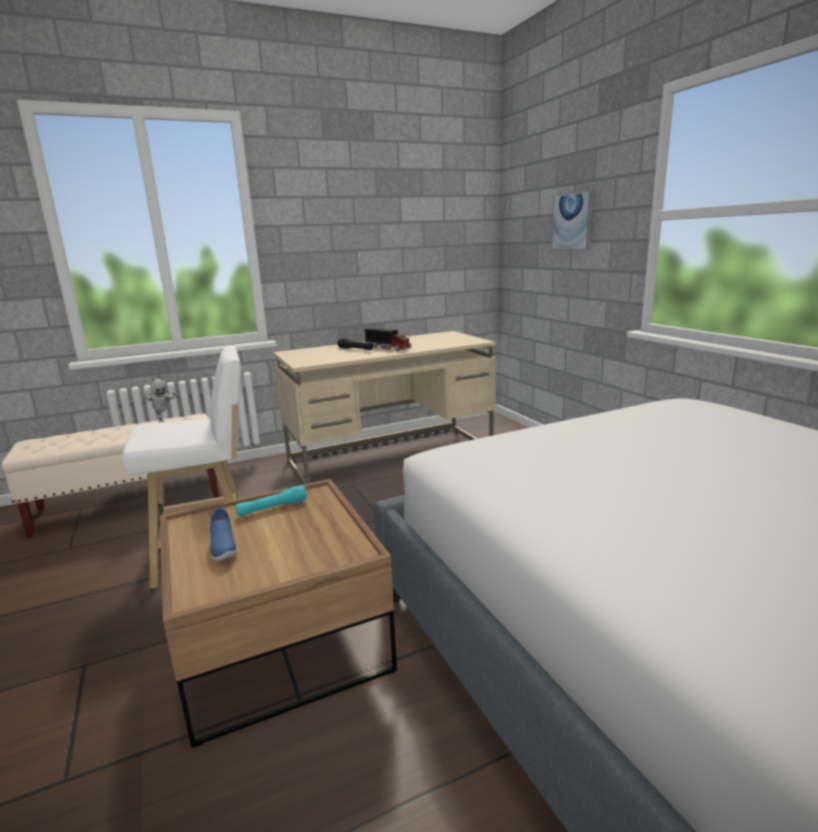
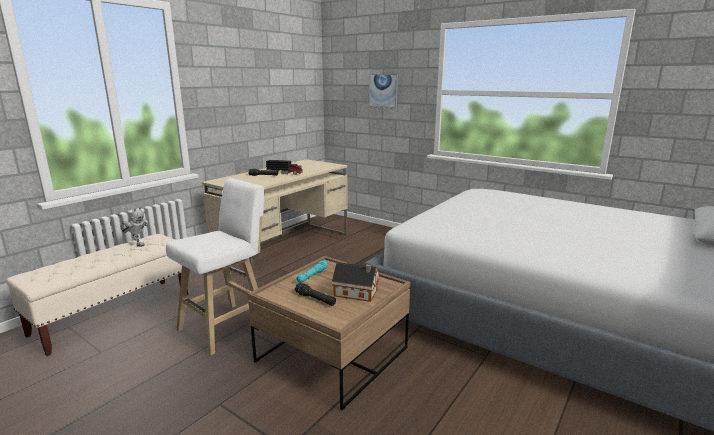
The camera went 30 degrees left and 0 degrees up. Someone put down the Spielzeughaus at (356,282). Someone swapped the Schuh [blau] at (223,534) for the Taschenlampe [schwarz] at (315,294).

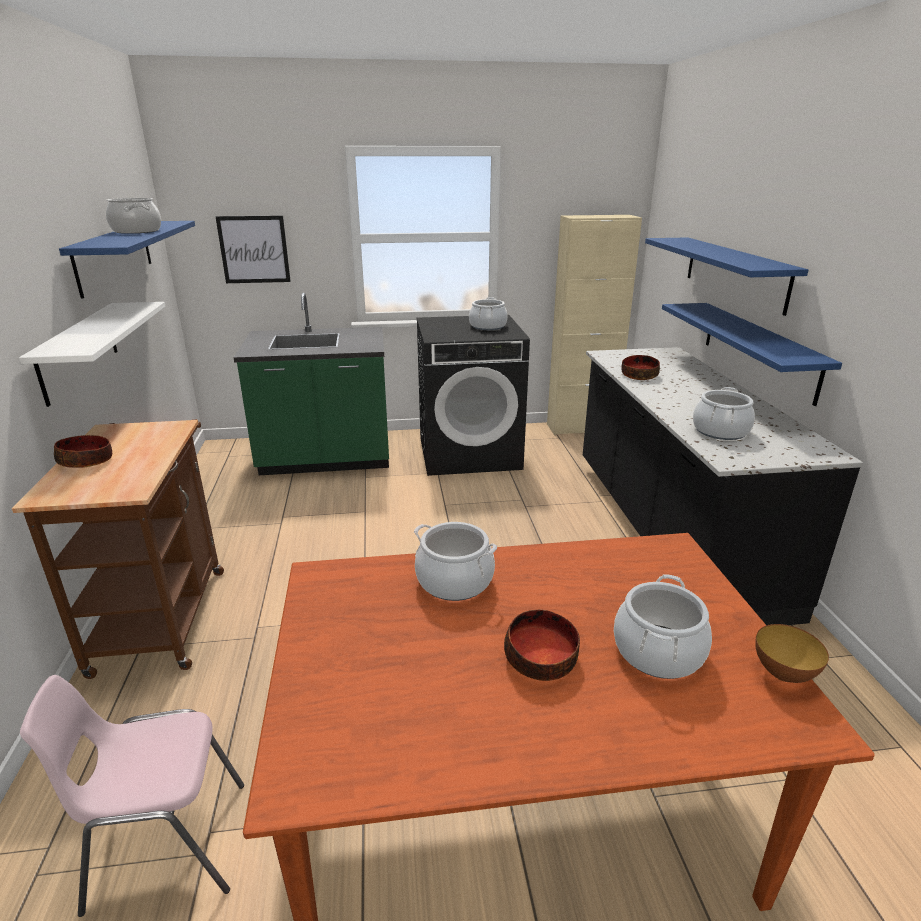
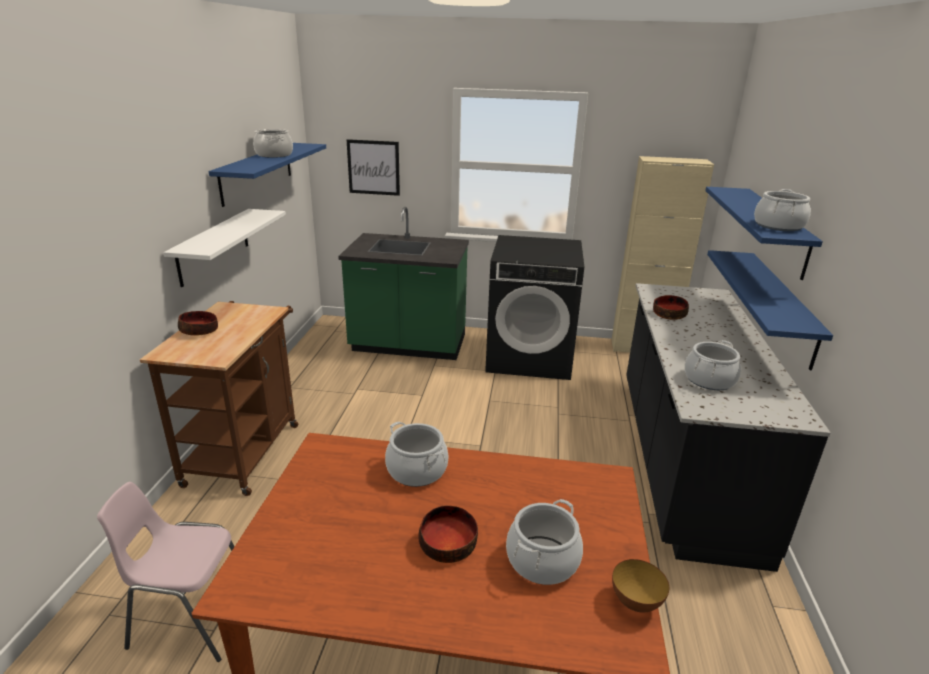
The camera went 15 degrees right and 0 degrees up. Someone carried the Kochtopf from (488,313) to (782,210).

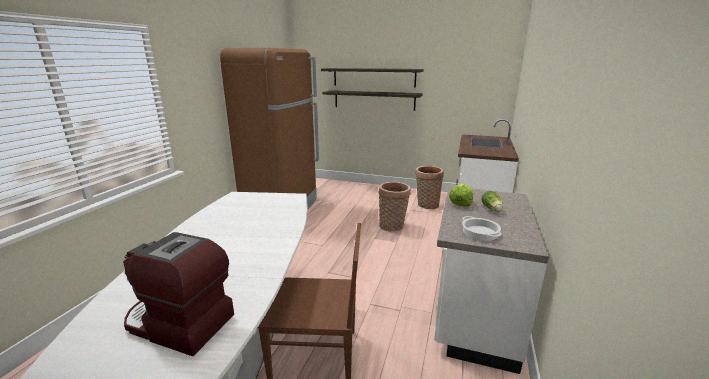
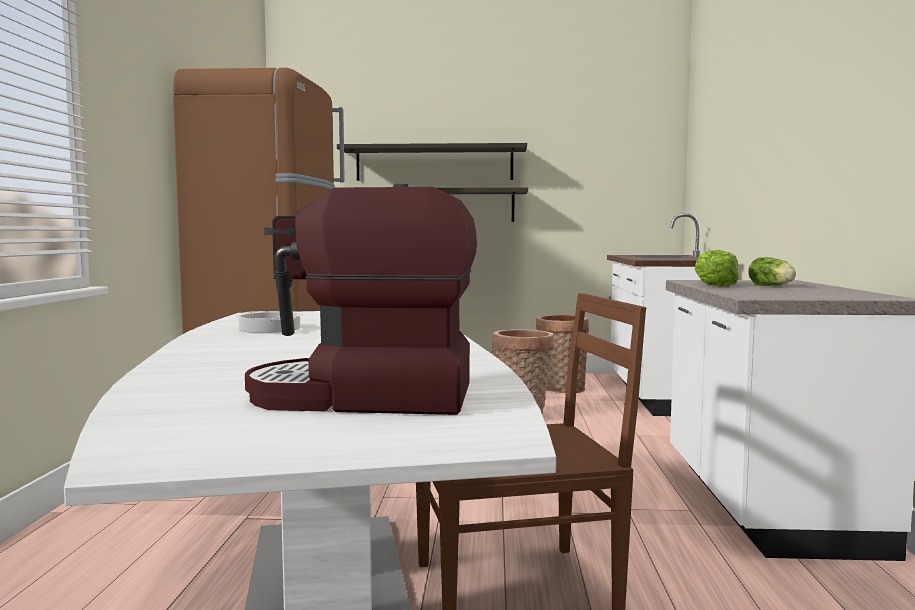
The camera went 15 degrees left and 15 degrees down. Someone carried the Kochtopf from (482,228) to (269,322).

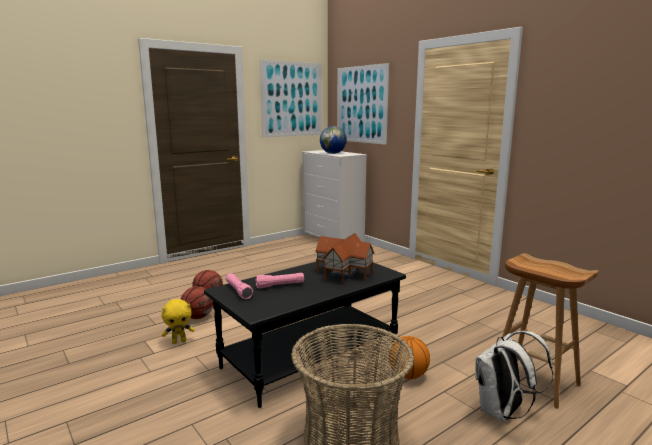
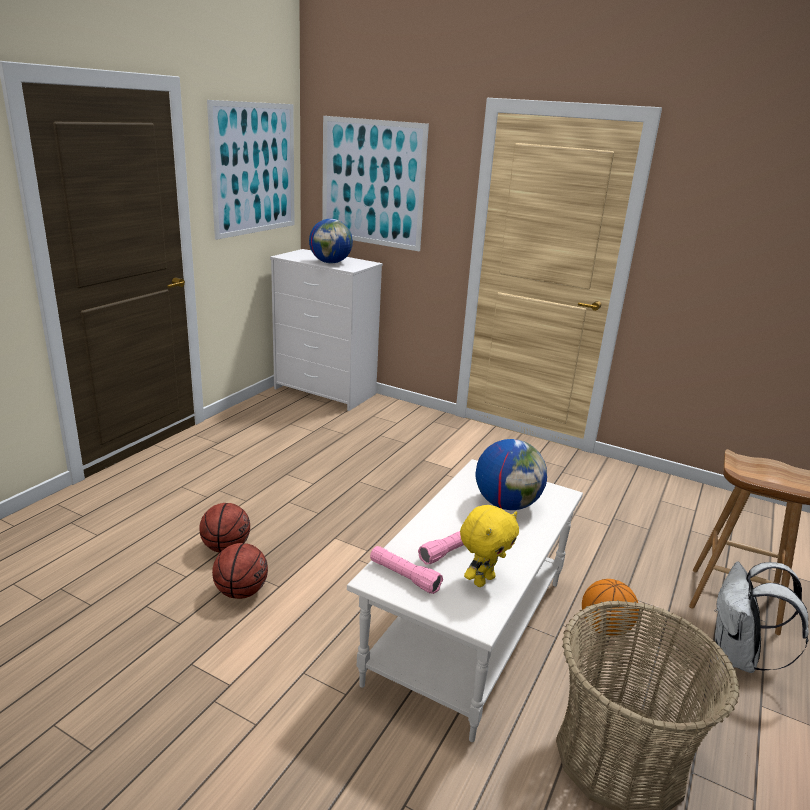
The camera went 25 degrees left and 10 degrees up. Someone carried the Plüschtier [gelb] from (178,321) to (489,546). Someone swapped the Spielzeughaus at (345,258) for the Globus at (511,474). Someone repainted the Couchtisch [schwarz] at (305,334), which became the Couchtisch [weiß] at (465,600).

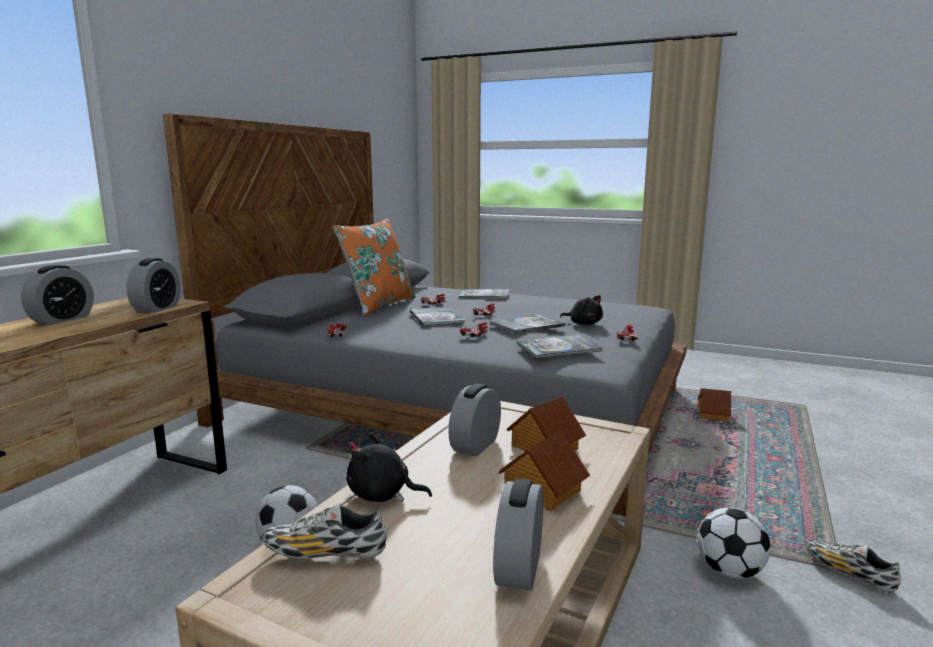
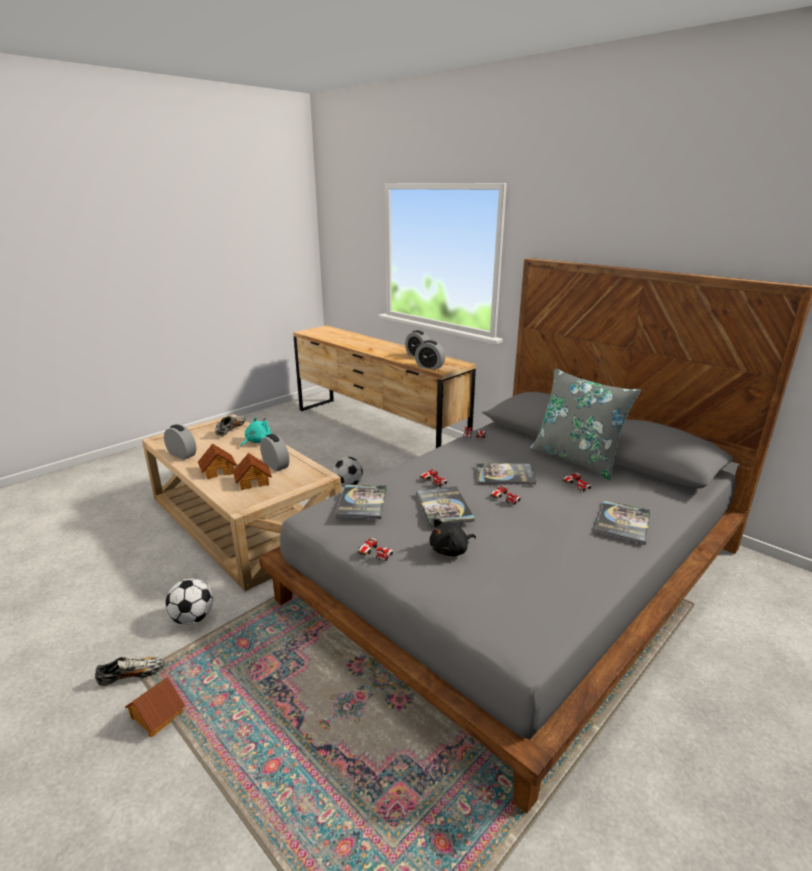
The camera went 110 degrees right and 10 degrees up. Someone carried the Spielzeughaus from (714,404) to (155,707). Someone repainted the Kissen [orange] at (374,267), which became the Kissen [grau] at (585,424). Someone repainted the Plüschtier [schwarz] at (389,467), which became the Plüschtier [türkis] at (255,432).

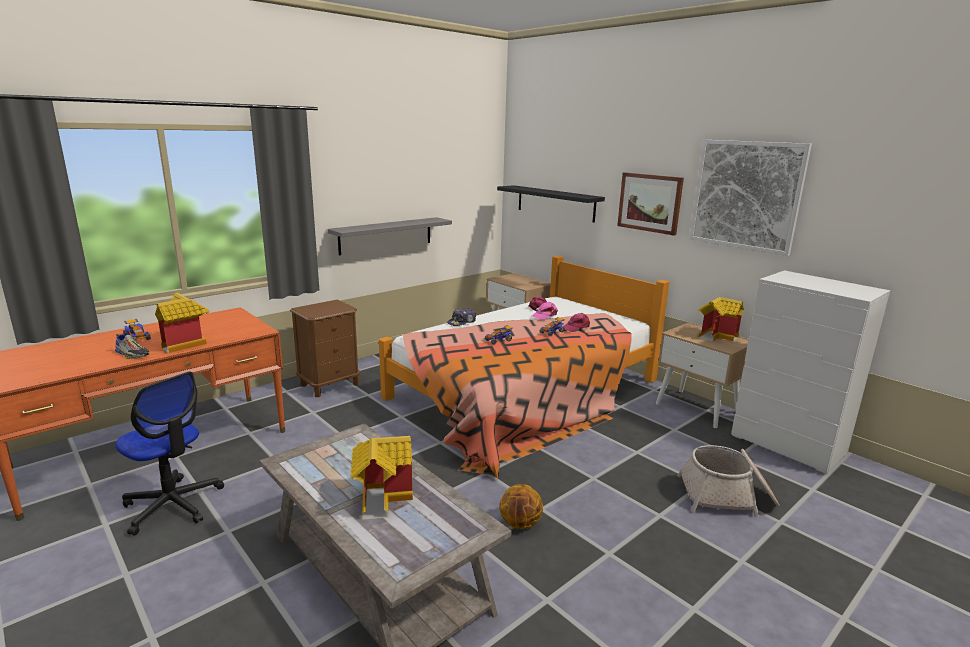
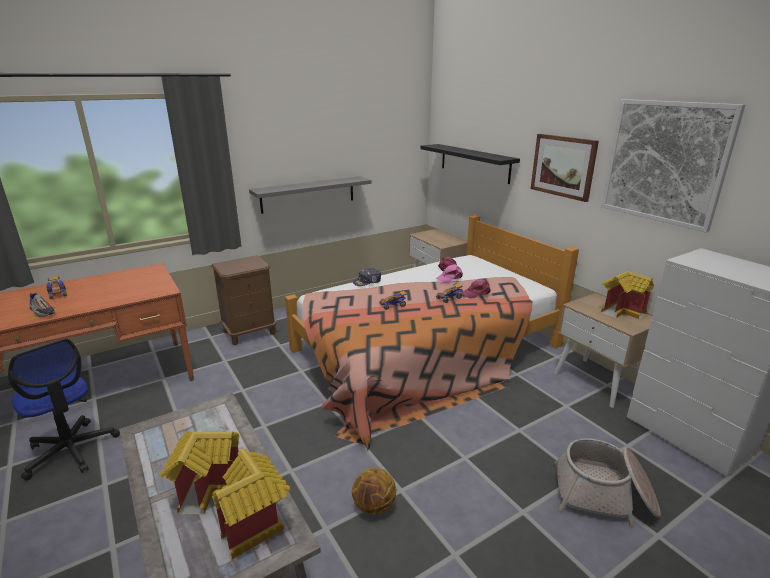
The camera went 10 degrees right and 5 degrees up. Someone carried the Spielzeughaus from (182,323) to (251,503).

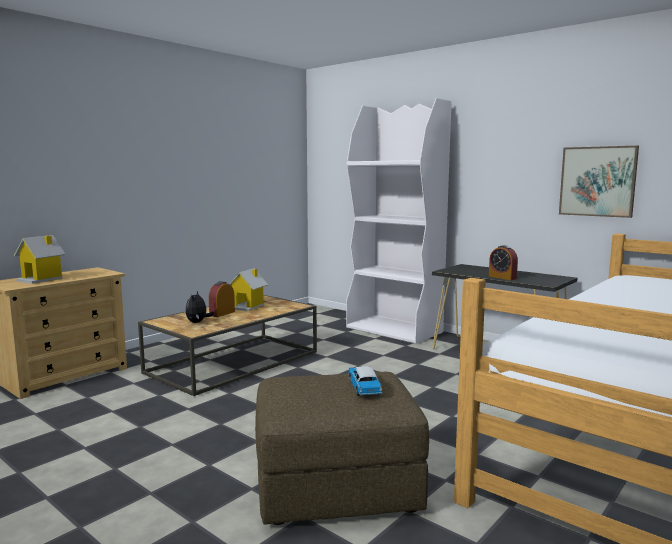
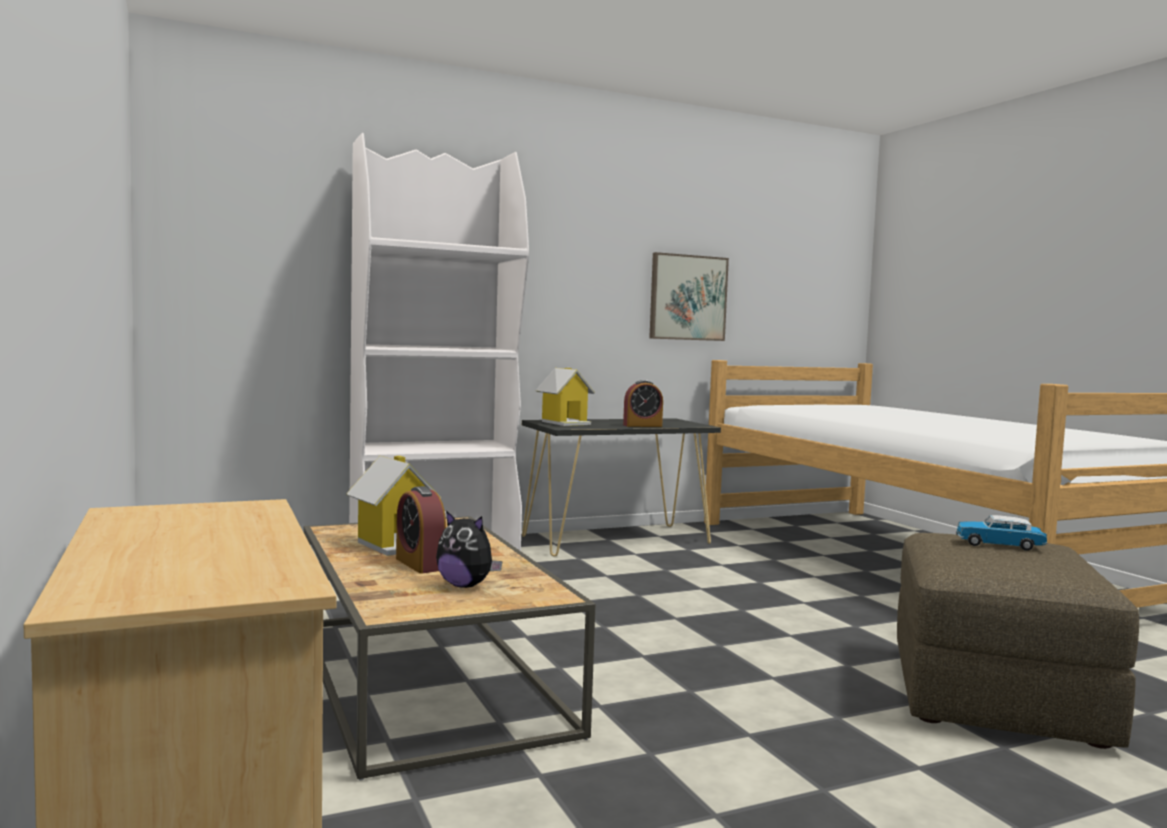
The camera went 65 degrees left and 5 degrees down. Someone carried the Spielzeughaus from (39,259) to (565,397).

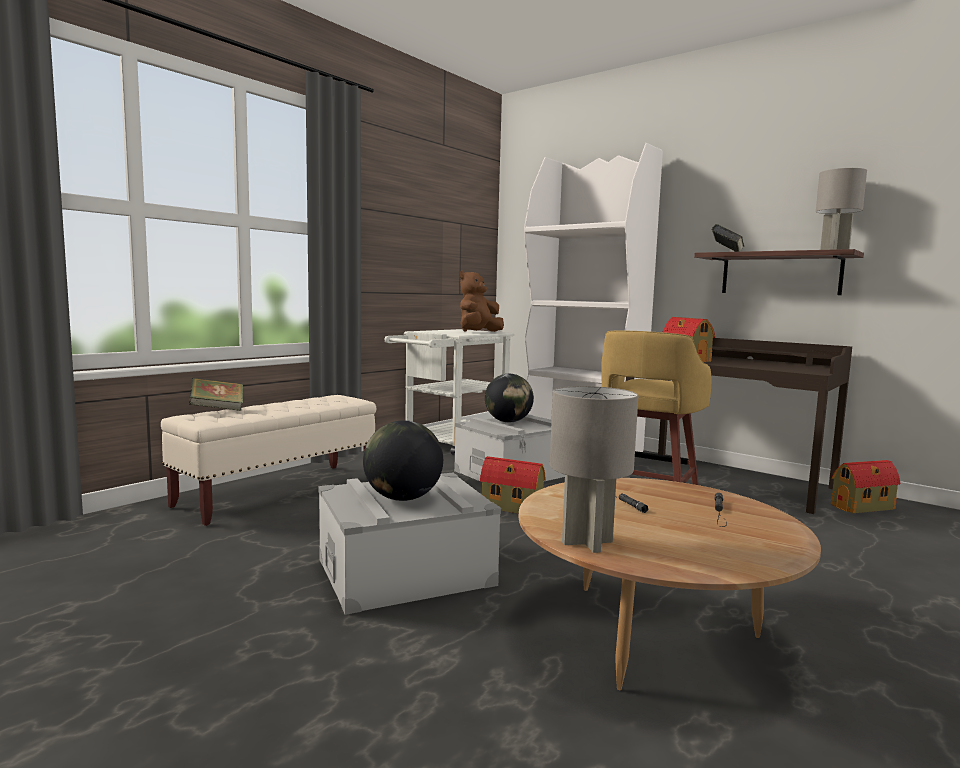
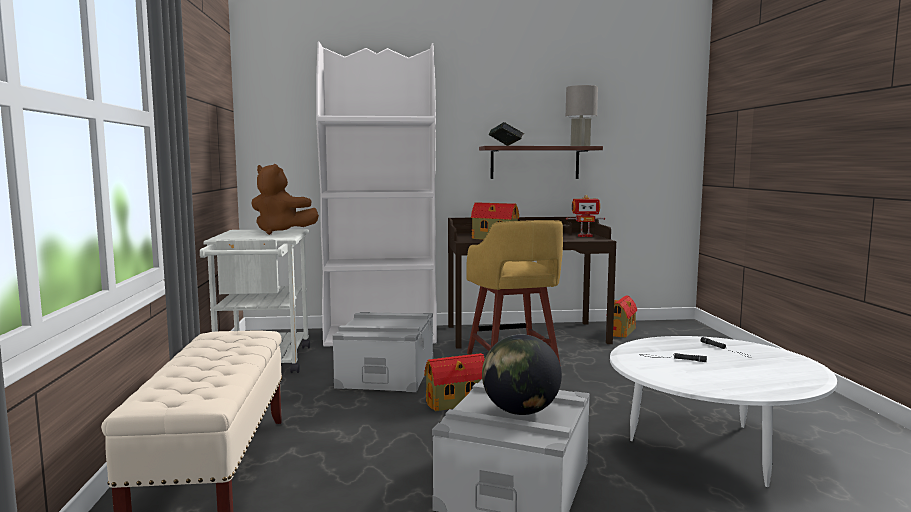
The camera went 45 degrees left and 0 degrees up. Someone took away the Buch at (216,394). Someone took away the Globus at (509,398). Someone took away the Tischlampe [grau] at (594,469). Someone put down the Spielzeugroboter at (585,216). Someone repainted the Couchtisch [braun] at (670,584), which became the Couchtisch [weiß] at (723,411). Someone rotated the Plüschtier [braun] at (481,301) by 60 degrees counterclockwise.

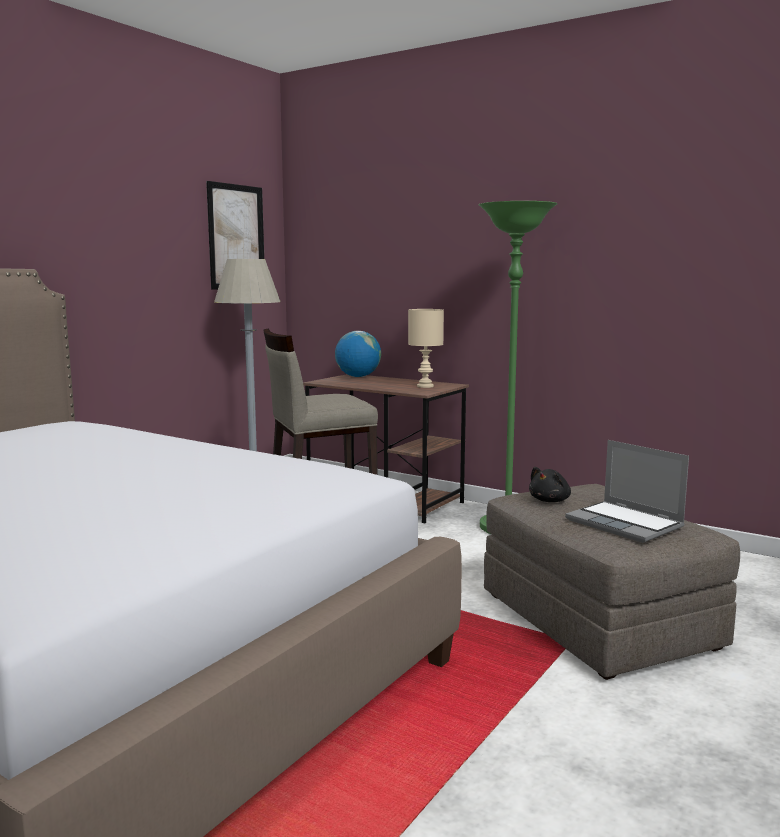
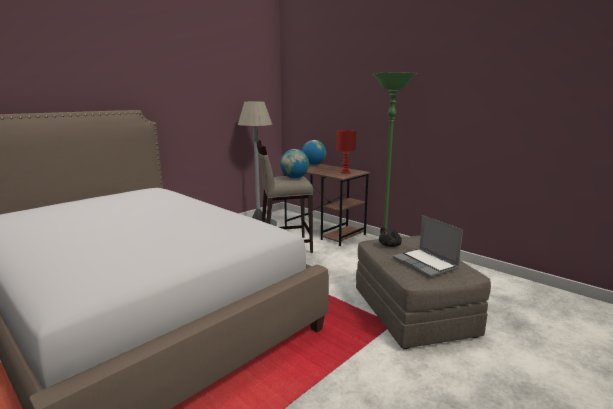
The camera went 10 degrees right and 5 degrees up. Someone took away the Bild at (235,235). Someone put down the Globus at (294,163). Someone repainted the Tischlampe [beige] at (426,348), which became the Tischlampe [rot] at (346,151).

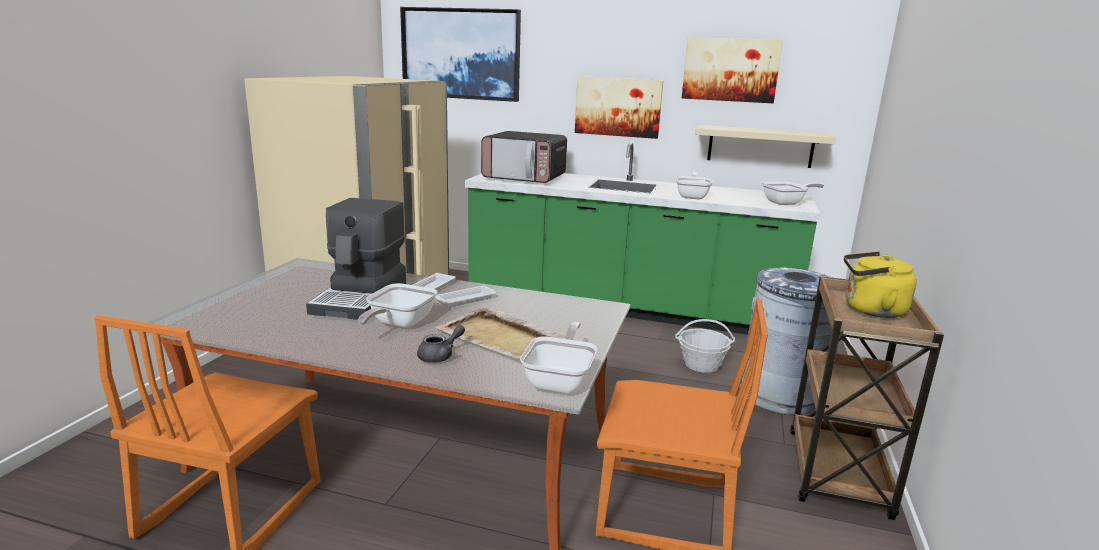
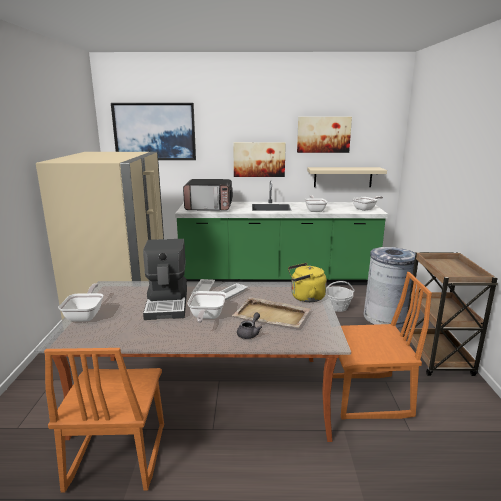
The camera went 15 degrees left and 0 degrees up. Someone carried the Pfanne from (558,357) to (80,302). Someone carried the Wasserkessel [gelb] from (880,284) to (307,282).

